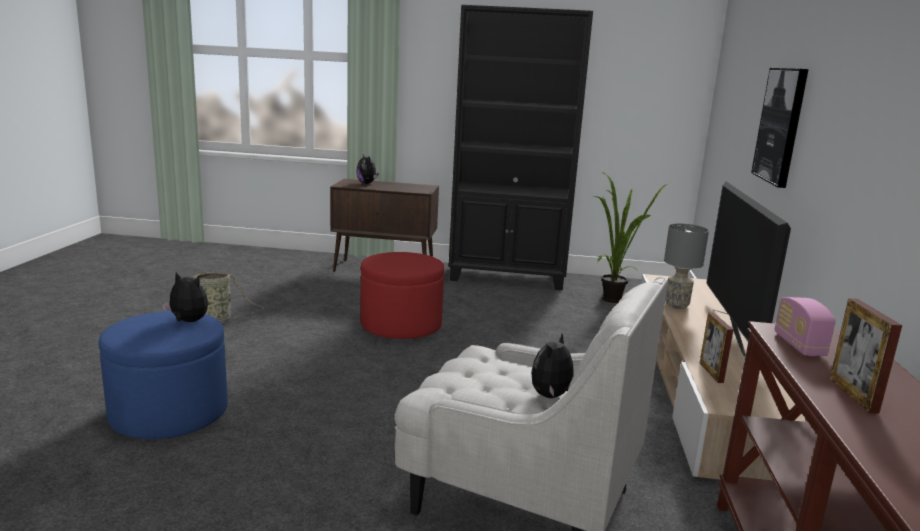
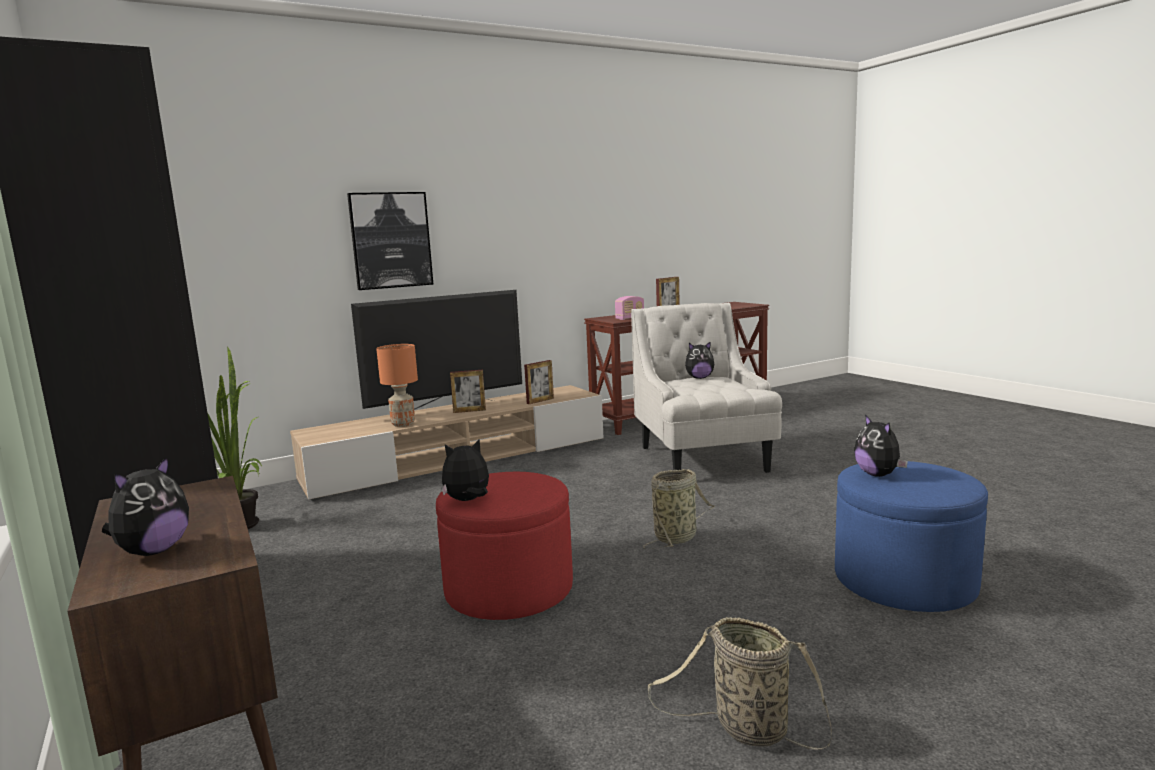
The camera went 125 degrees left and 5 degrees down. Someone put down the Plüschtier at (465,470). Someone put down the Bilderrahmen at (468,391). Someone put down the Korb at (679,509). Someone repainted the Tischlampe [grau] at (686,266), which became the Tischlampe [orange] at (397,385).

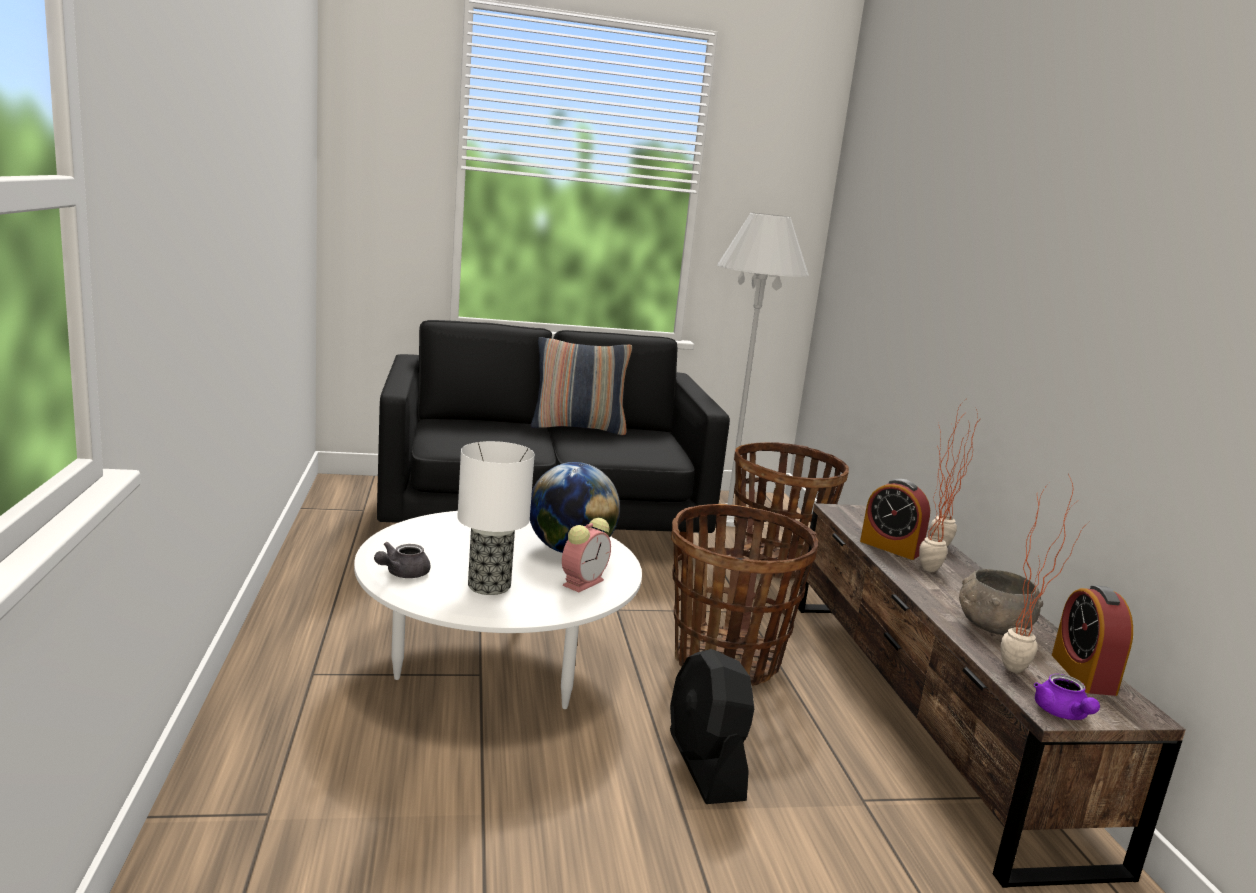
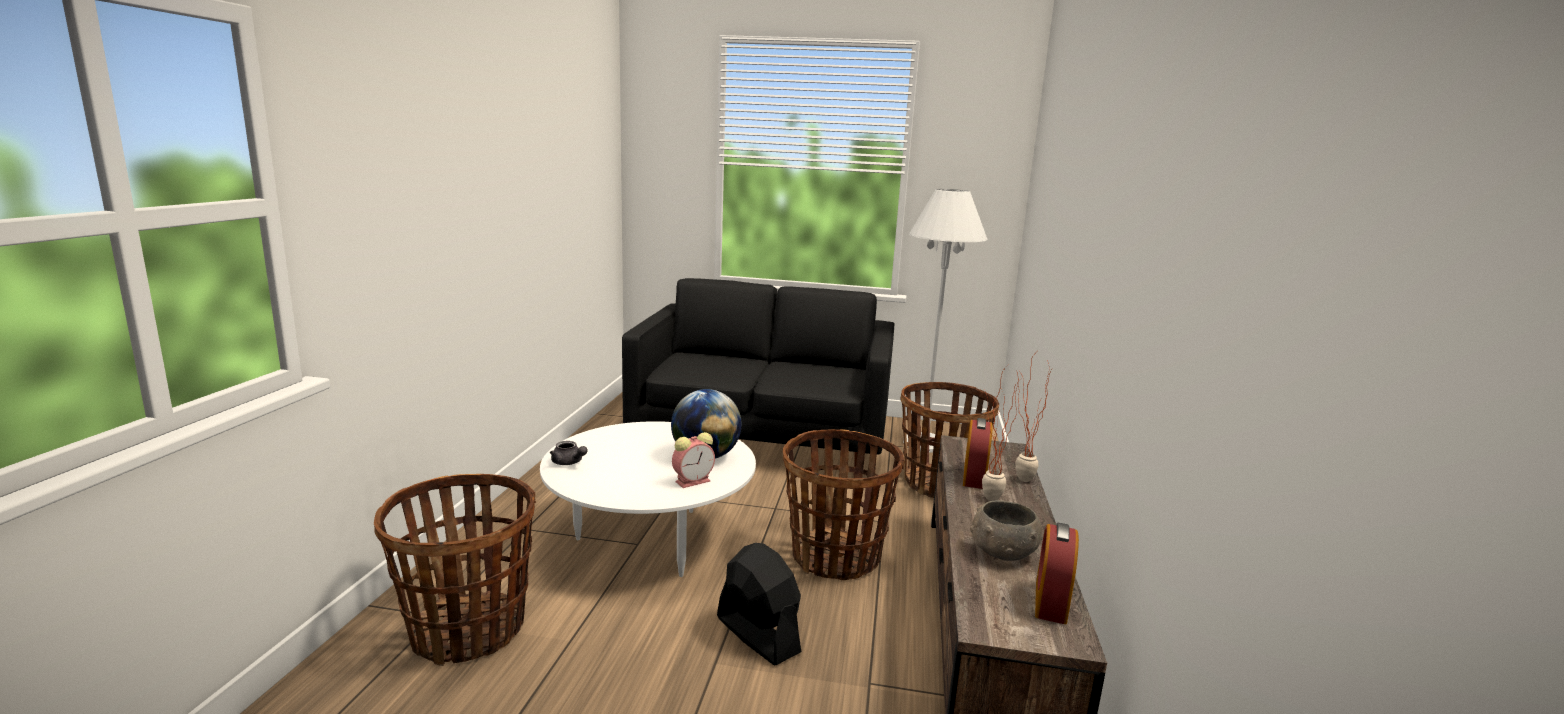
The camera went 20 degrees right and 0 degrees up. Someone took away the Tischlampe at (496,518). Someone took away the Kissen at (581,386). Someone took away the Topfpflanze at (1045,573). Someone took away the Teekanne [lila] at (1067,697). Someone put down the Korb at (455,570). Someone rotated the Teekanne [grau] at (402,560) by 105 degrees counterclockwise. Someone rotated the Ventilator [schwarz] at (712,726) by 135 degrees clockwise. Someone rotated the Wecker at (895,519) by 135 degrees counterclockwise.

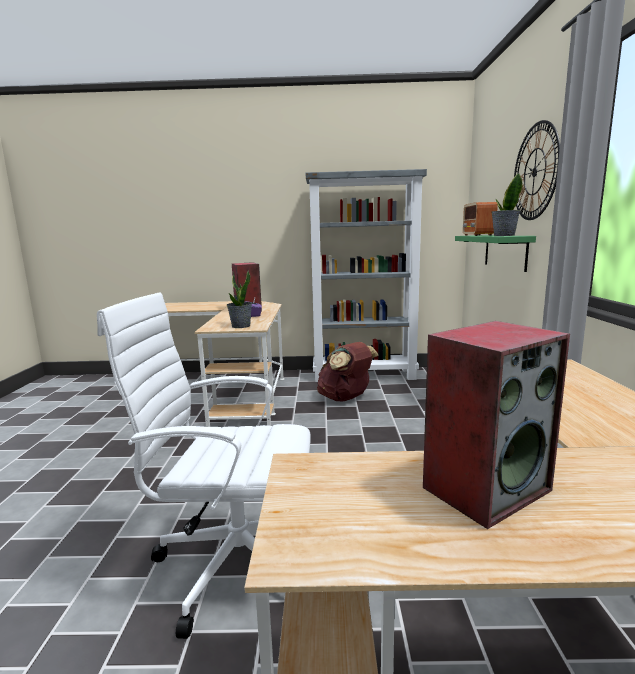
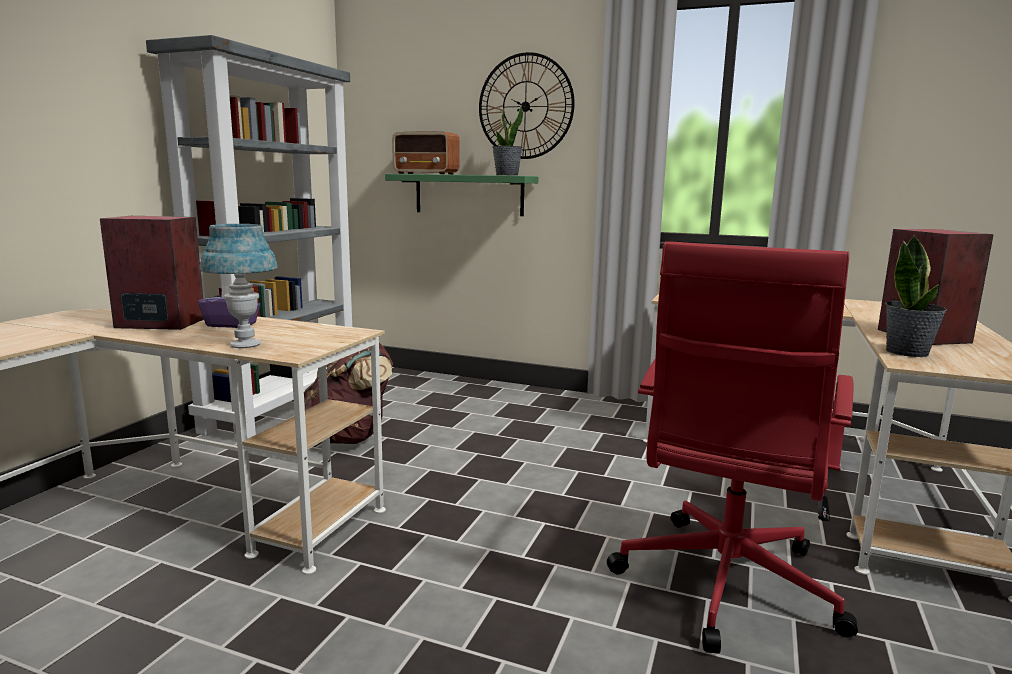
The camera went 70 degrees left and 0 degrees up. Someone put down the Tischlampe [blau] at (238,286). Someone carried the Topfpflanze from (239,299) to (916,295). Someone repainted the Bürostuhl [weiß] at (204,465), which became the Bürostuhl [rot] at (732,447).

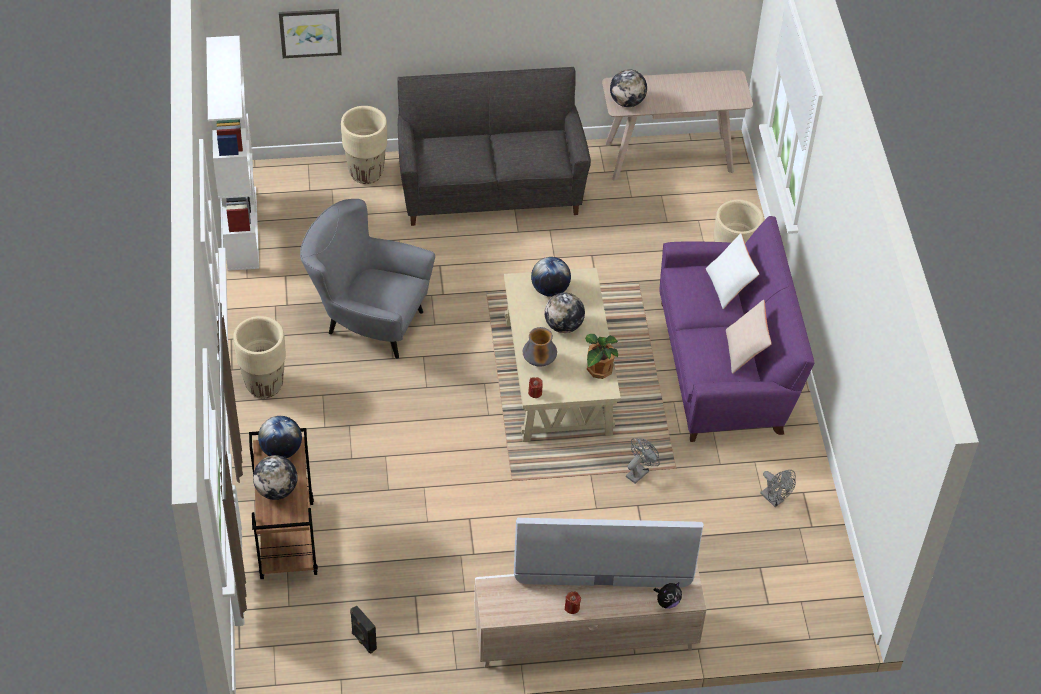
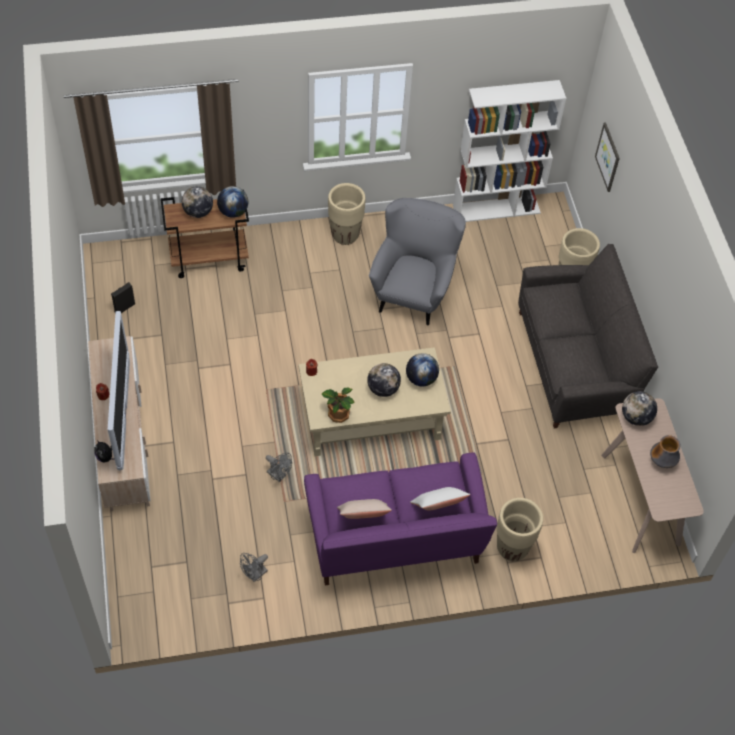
The camera went 85 degrees right and 5 degrees up. Someone carried the Vase from (540,347) to (665,451).

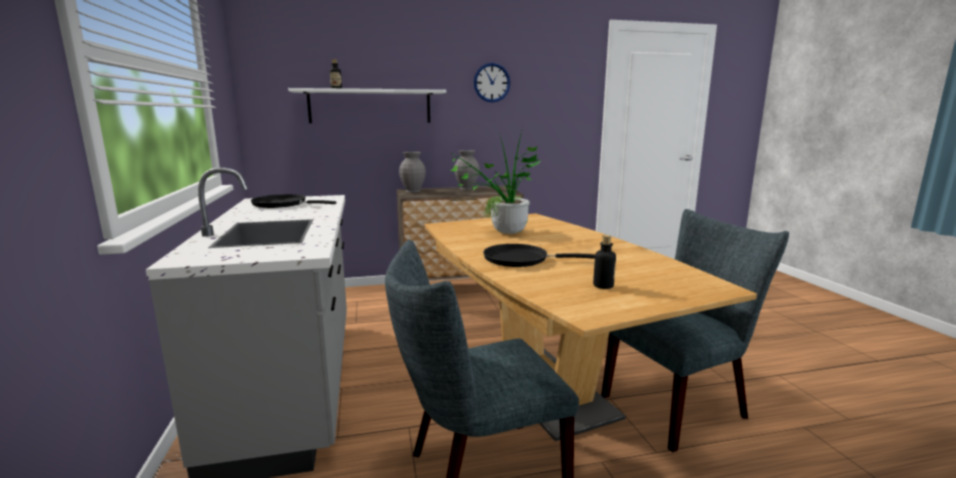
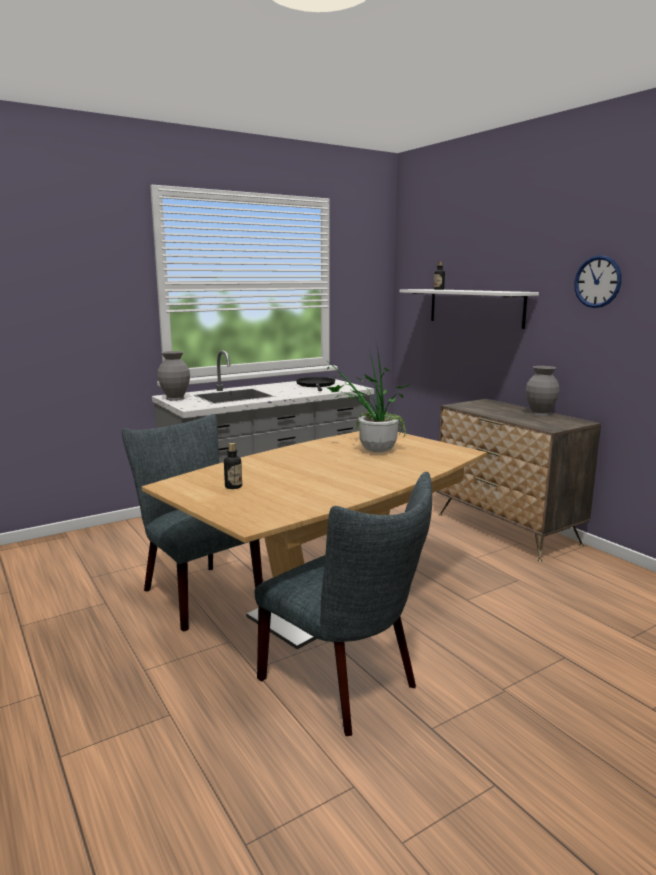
The camera went 70 degrees right and 0 degrees up. Someone took away the Pfanne [schwarz] at (539,255). Someone carried the Vase [grau] from (412,172) to (173,376).

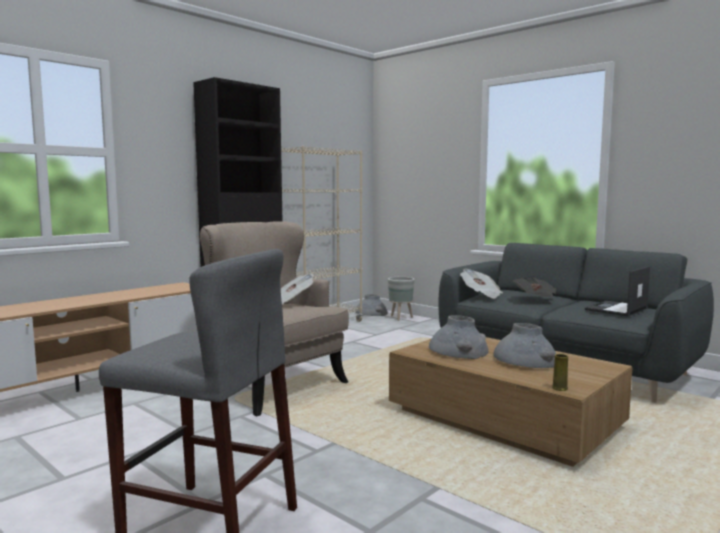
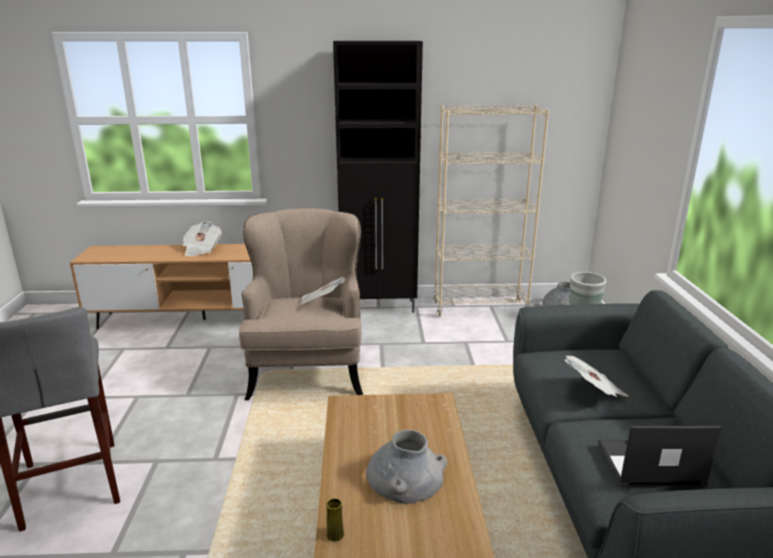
The camera went 45 degrees right and 15 degrees up. Someone took away the Vase [grau] at (458,337). Someone carried the Zeitung from (481,284) to (202,238).

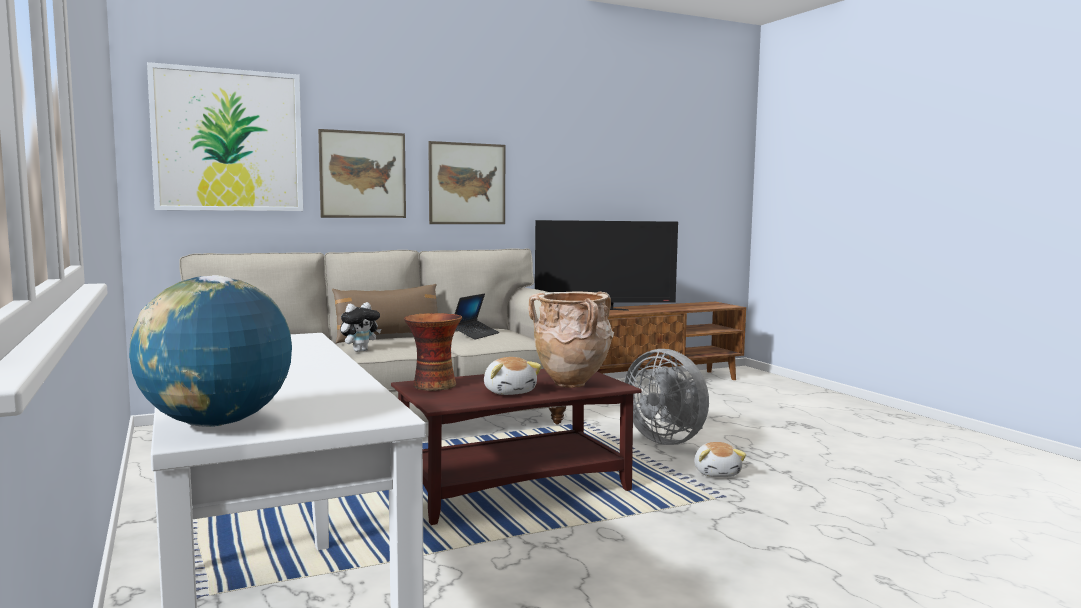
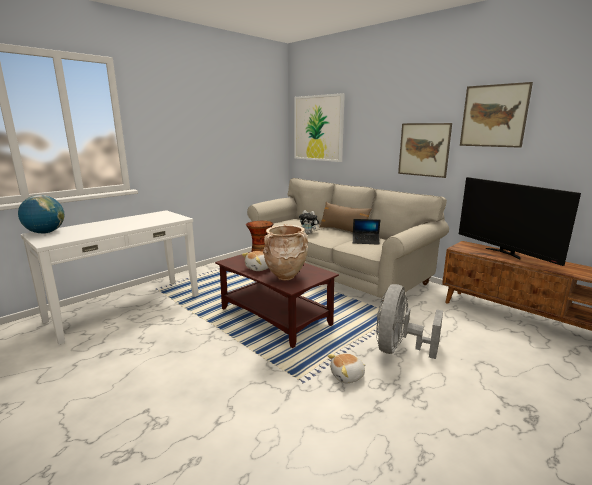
The camera went 70 degrees right and 10 degrees up. Someone carried the Bild from (362,173) to (496,115).

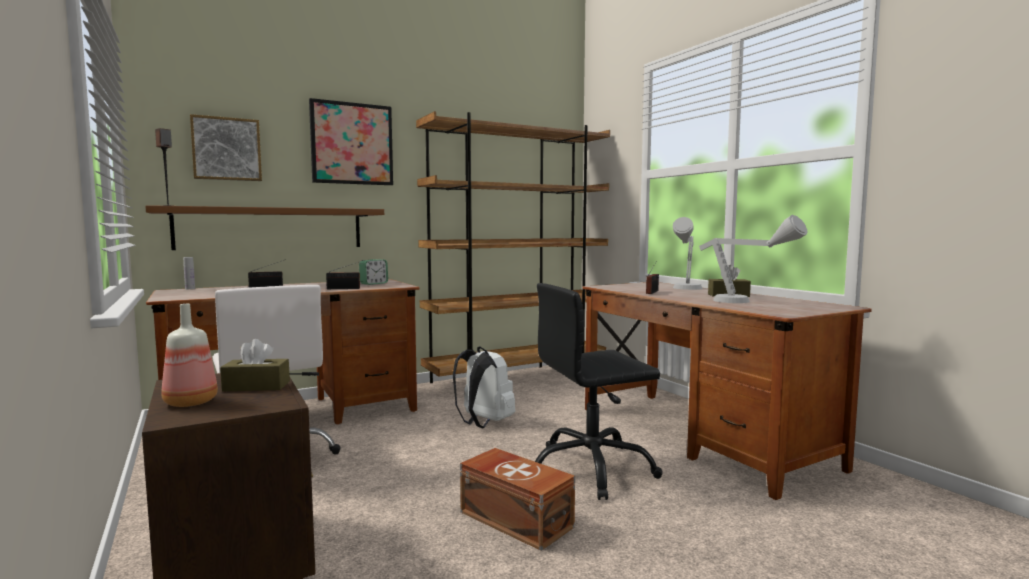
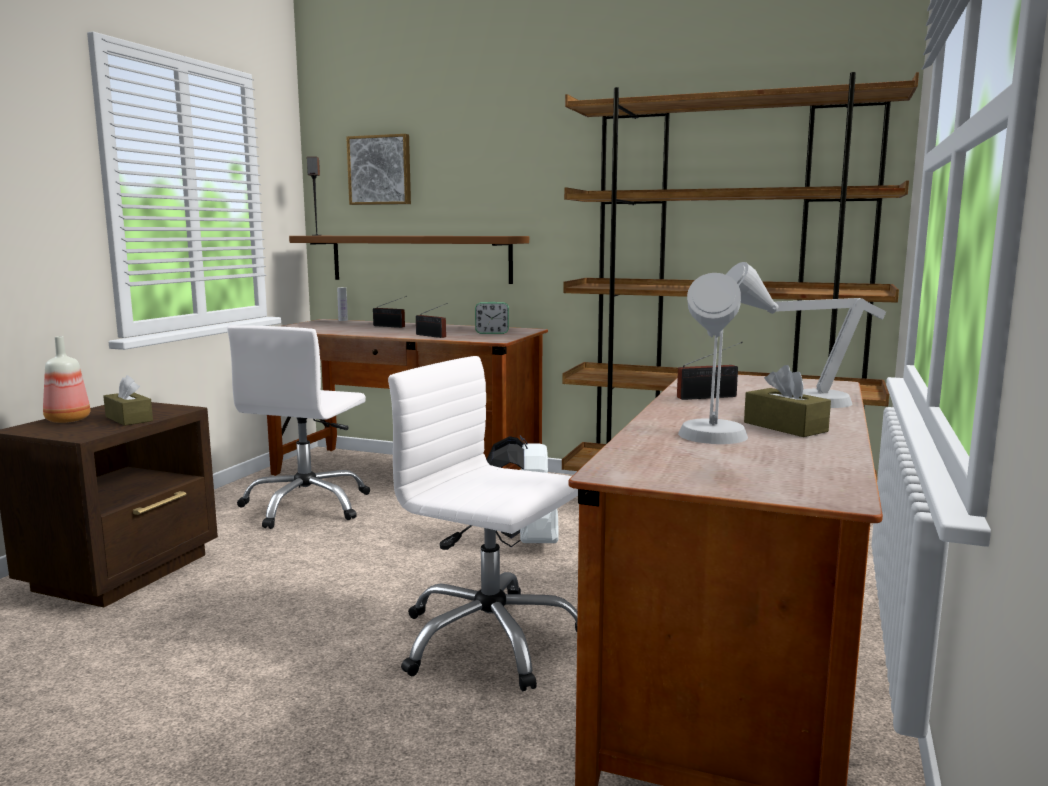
The camera went 50 degrees right and 5 degrees up. Someone took away the Bild at (351,141). Someone took away the Aufbewahrungsbox [braun] at (517,499). Someone repainted the Bürostuhl [schwarz] at (599,391), which became the Bürostuhl [weiß] at (483,523).

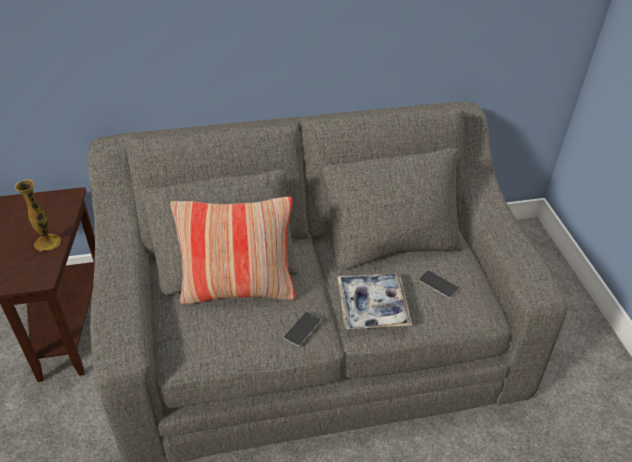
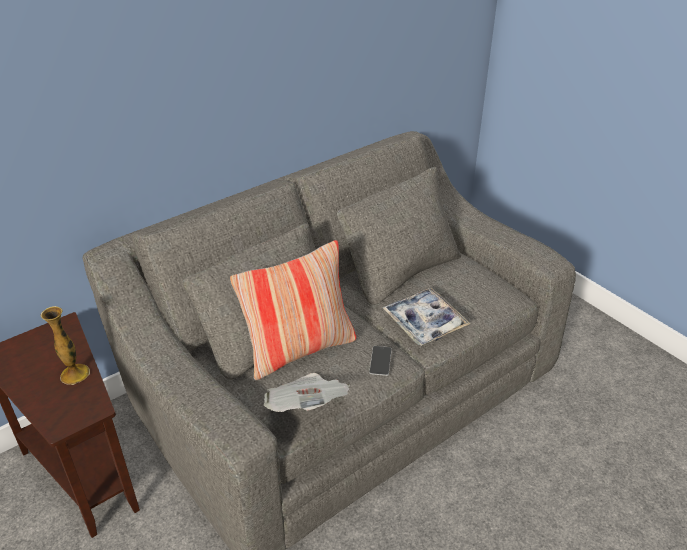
The camera went 25 degrees left and 5 degrees down. Someone took away the Handy at (438,284). Someone put down the Zeitung at (307,392).

